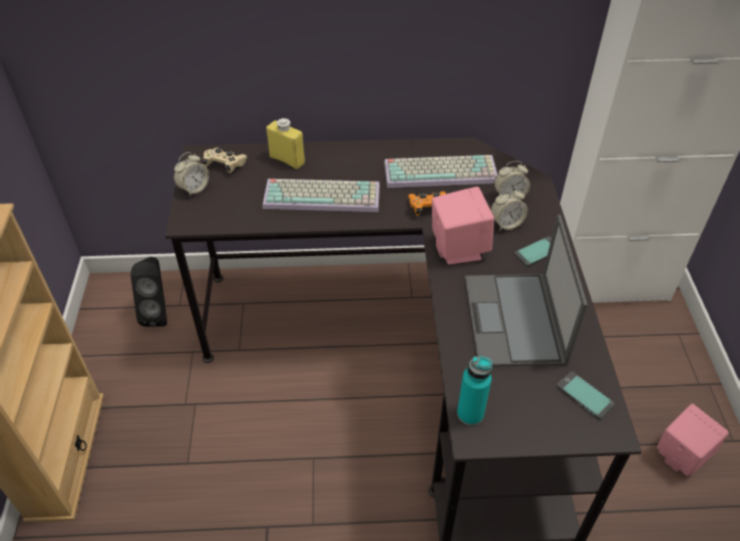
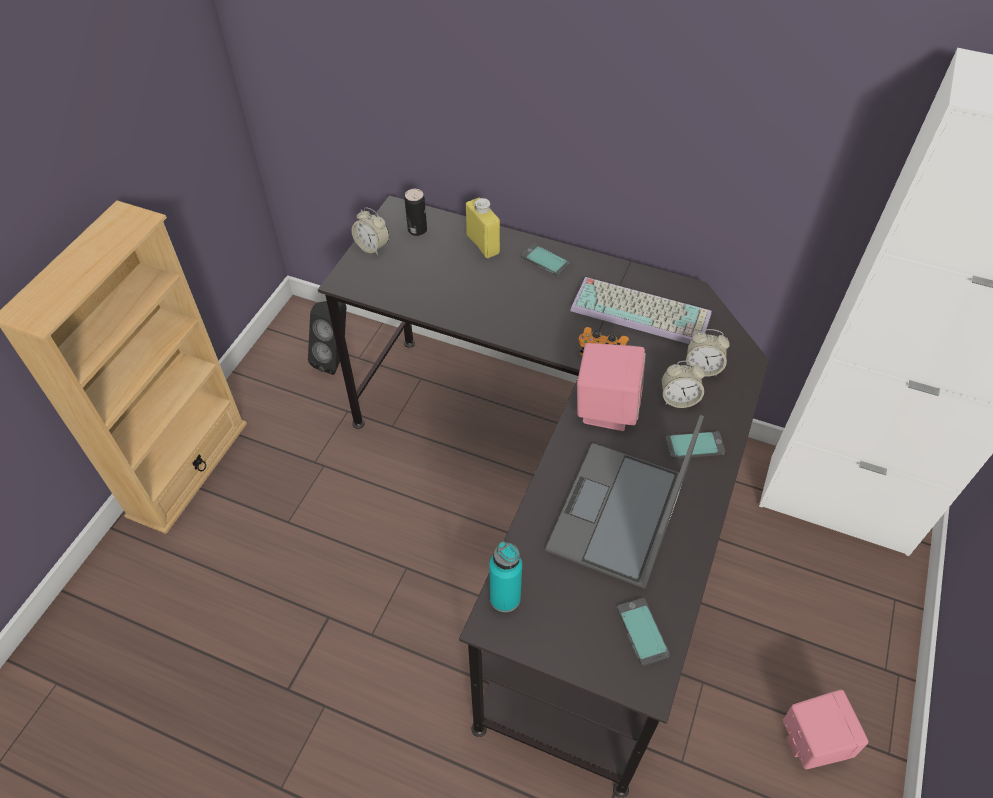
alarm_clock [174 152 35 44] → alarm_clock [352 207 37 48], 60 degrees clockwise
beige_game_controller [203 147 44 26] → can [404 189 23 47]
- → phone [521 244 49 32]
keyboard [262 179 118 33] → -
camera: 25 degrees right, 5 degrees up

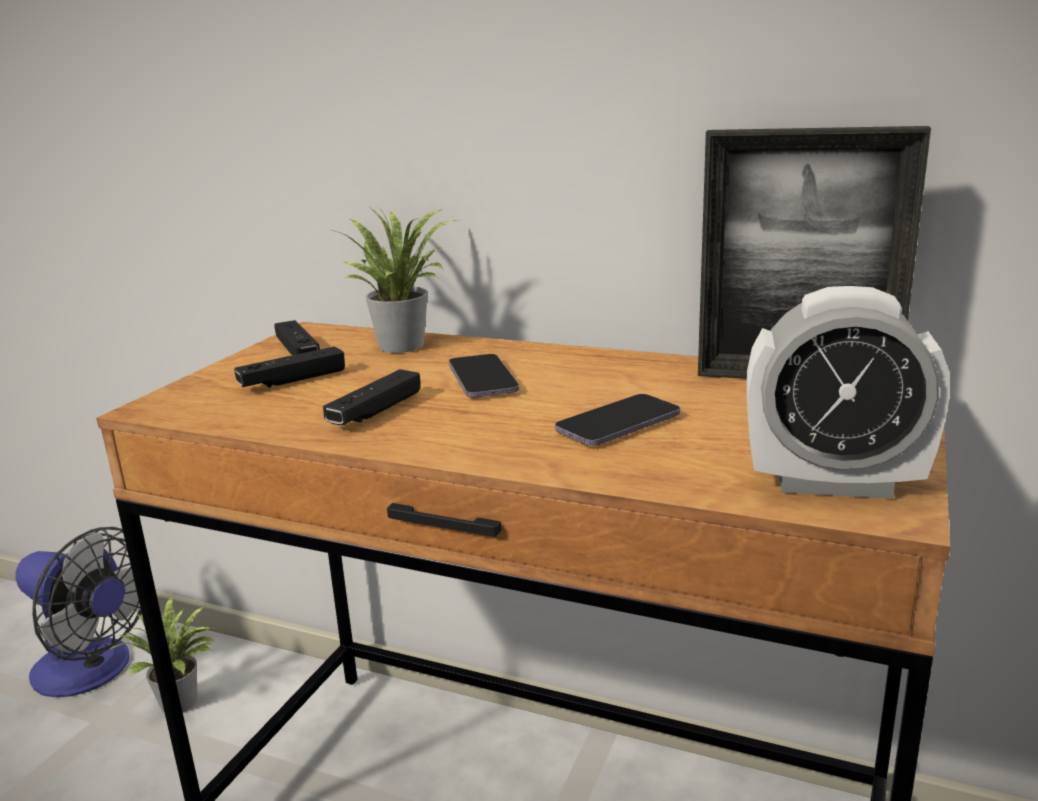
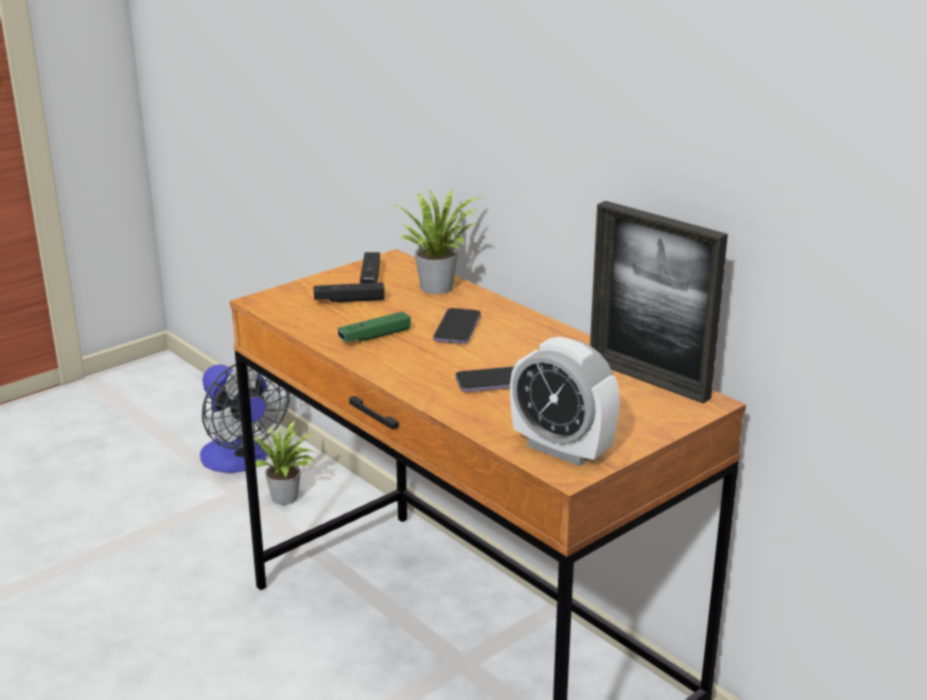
black_game_controller [323 369 98 56] → green_game_controller [338 311 73 31]
camera: 25 degrees right, 5 degrees up

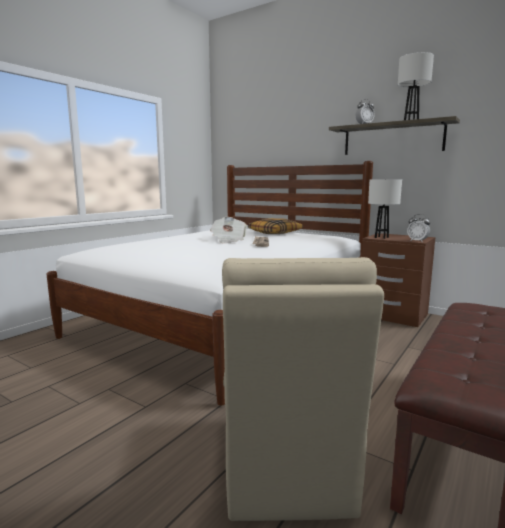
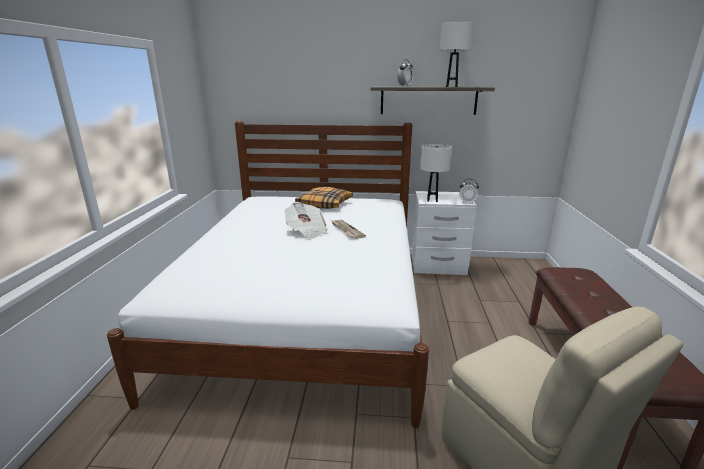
brown_nightstand [361 233 74 94] → white_nightstand [412 191 65 84]
camera: 30 degrees left, 10 degrees up

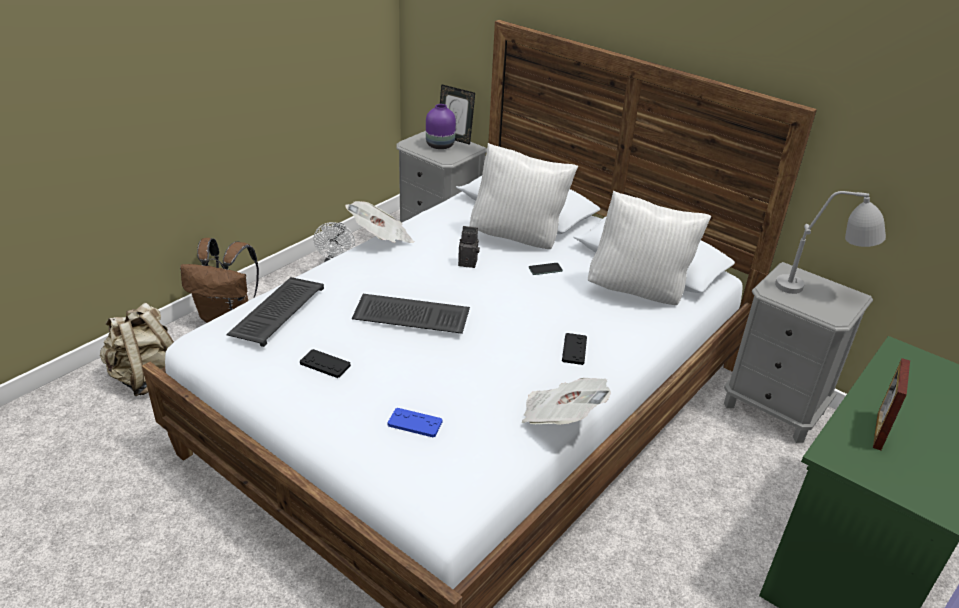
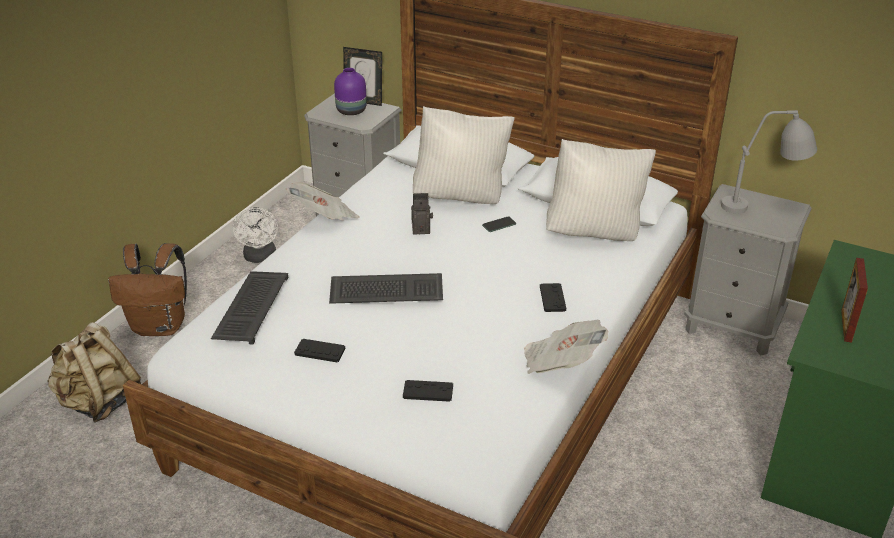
blue_game_controller [387 408 56 30] → black_game_controller [403 380 50 22]
camera: 10 degrees left, 0 degrees up

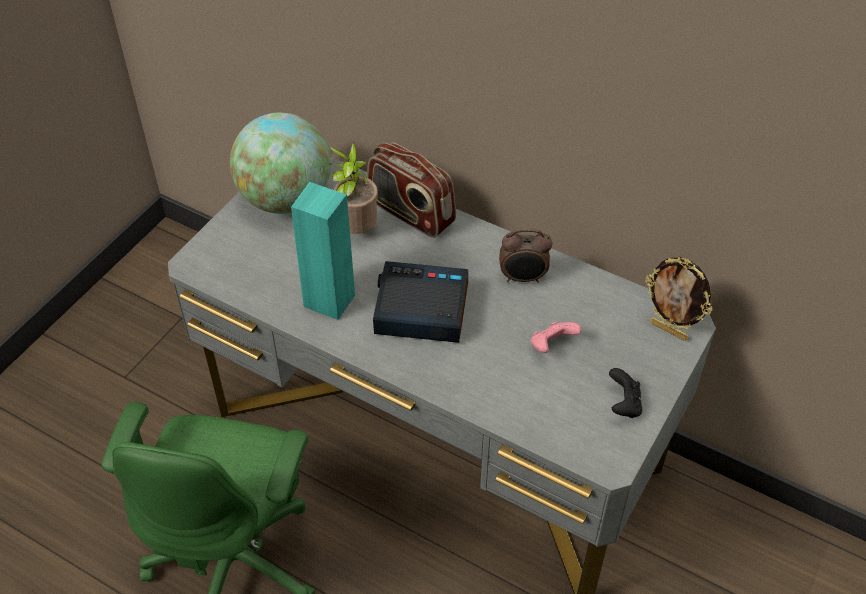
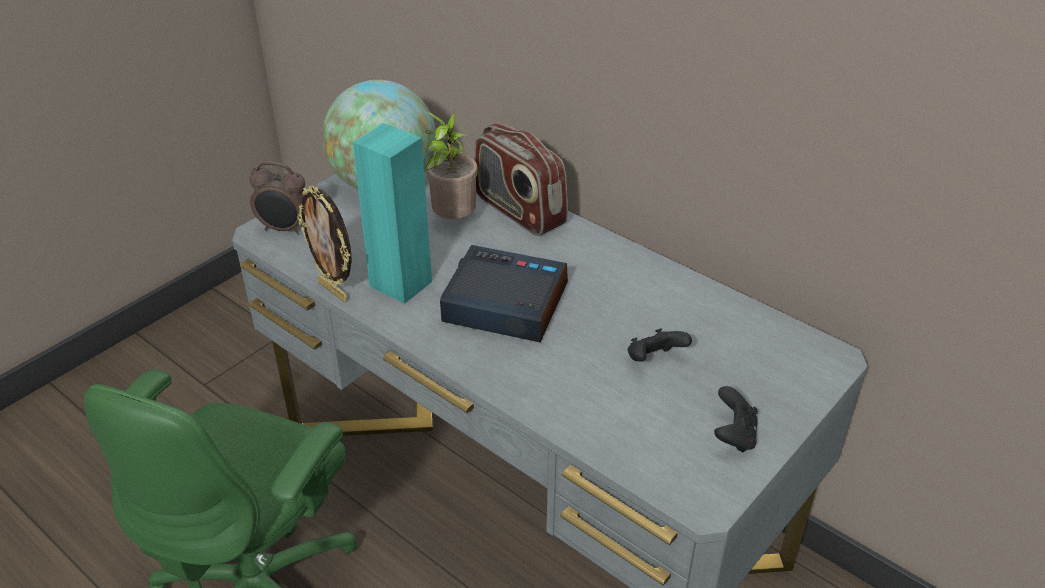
alarm_clock [499 228 53 55] → alarm_clock [249 161 56 74], relocated
picture_frame [645 257 67 84] → picture_frame [297 185 55 117], relocated
pink_game_controller [531 322 51 31] → black_game_controller [628 329 64 33]
camera: 10 degrees right, 10 degrees down

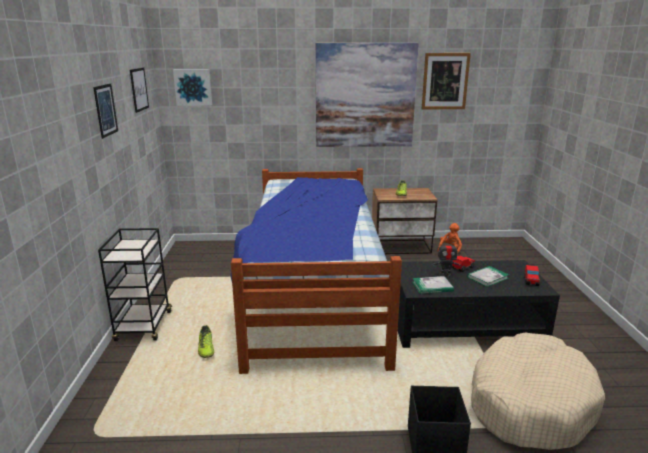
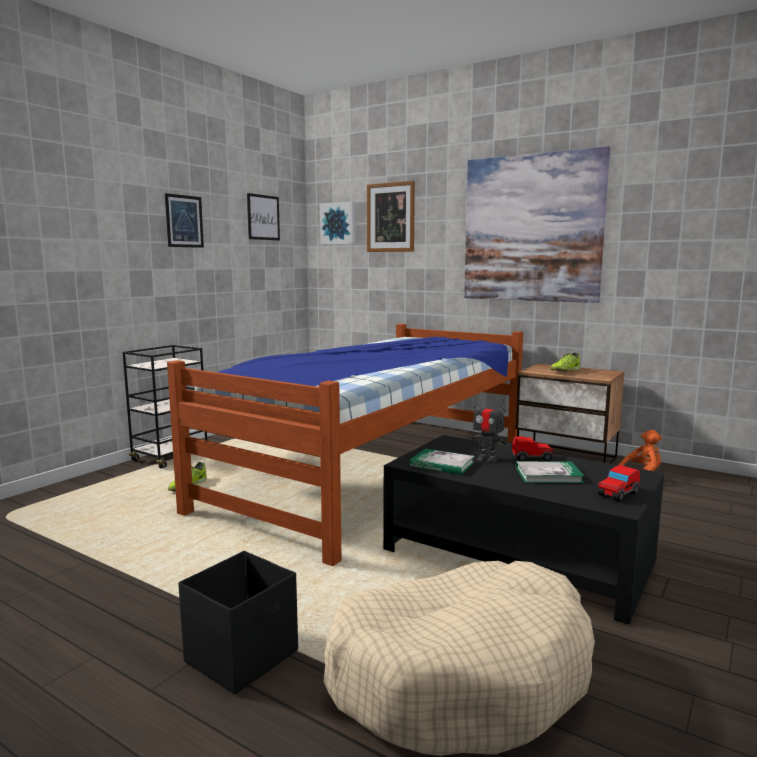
picture [422 53 49 56] → picture [367 181 48 71], relocated
camera: 35 degrees right, 10 degrees down

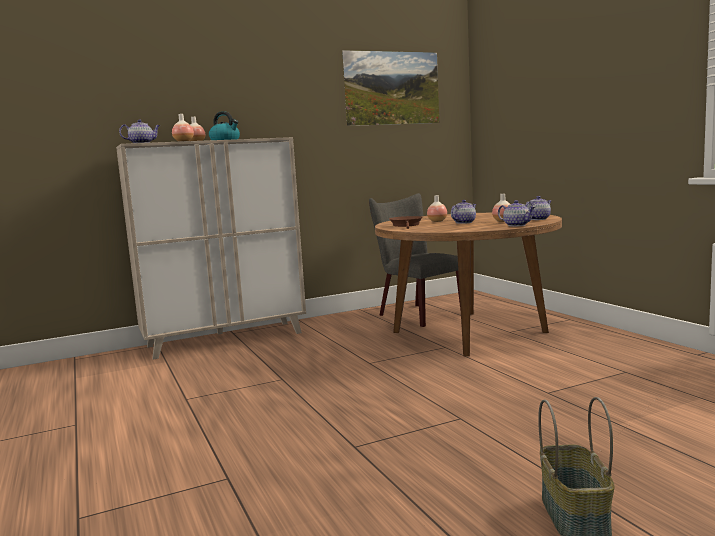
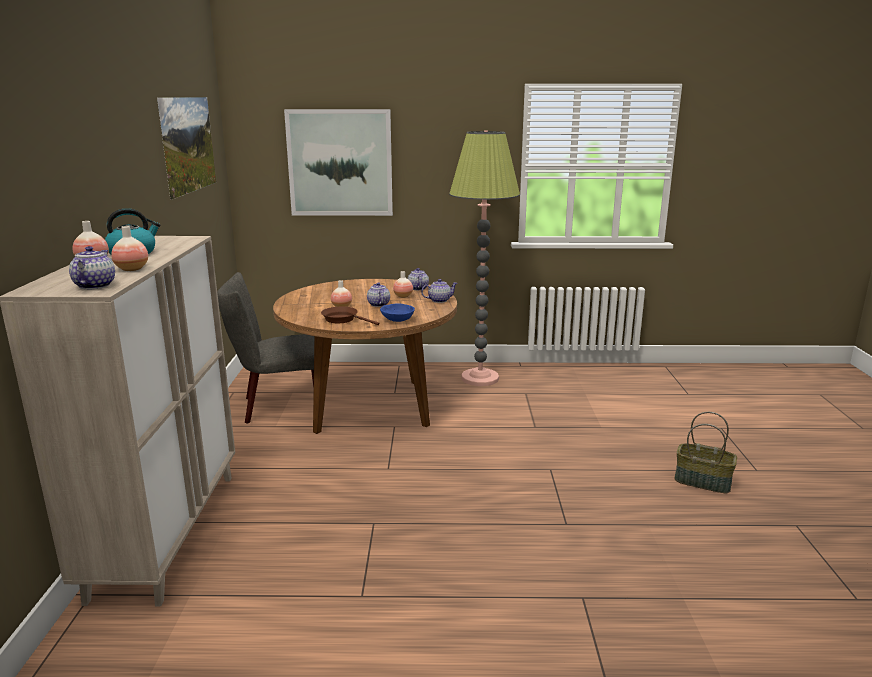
- → picture [284 109 109 107]
- → blue_bowl [380 304 35 18]
- → floor_lamp [449 131 71 255]
camera: 65 degrees left, 10 degrees up

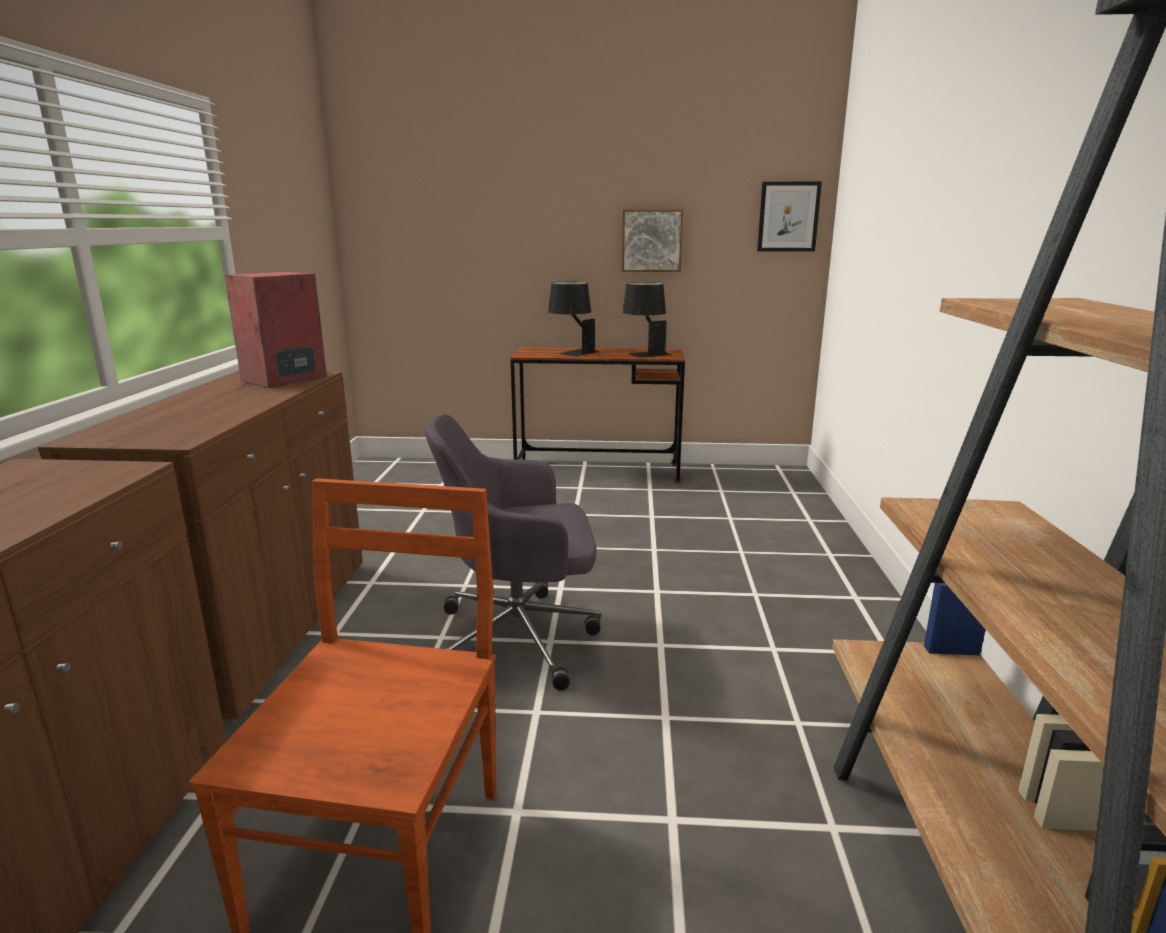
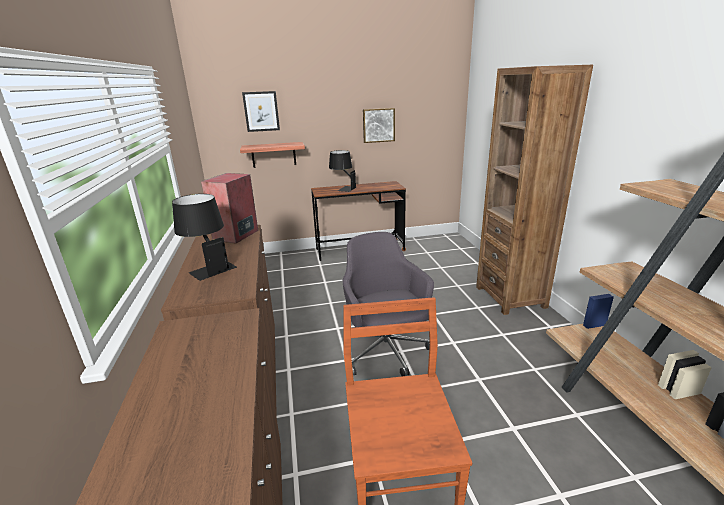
black_table_lamp [622 282 50 76] → black_table_lamp [172 194 65 87], relocated
- → shelf [240 142 65 26]
picture [757 182 65 70] → picture [242 91 38 41], relocated
grey_office_chair [425 414 176 276] → grey_office_chair [343 232 91 144], 90 degrees clockwise
- → brown_bookcase [476 65 117 250]
camera: 15 degrees left, 5 degrees up

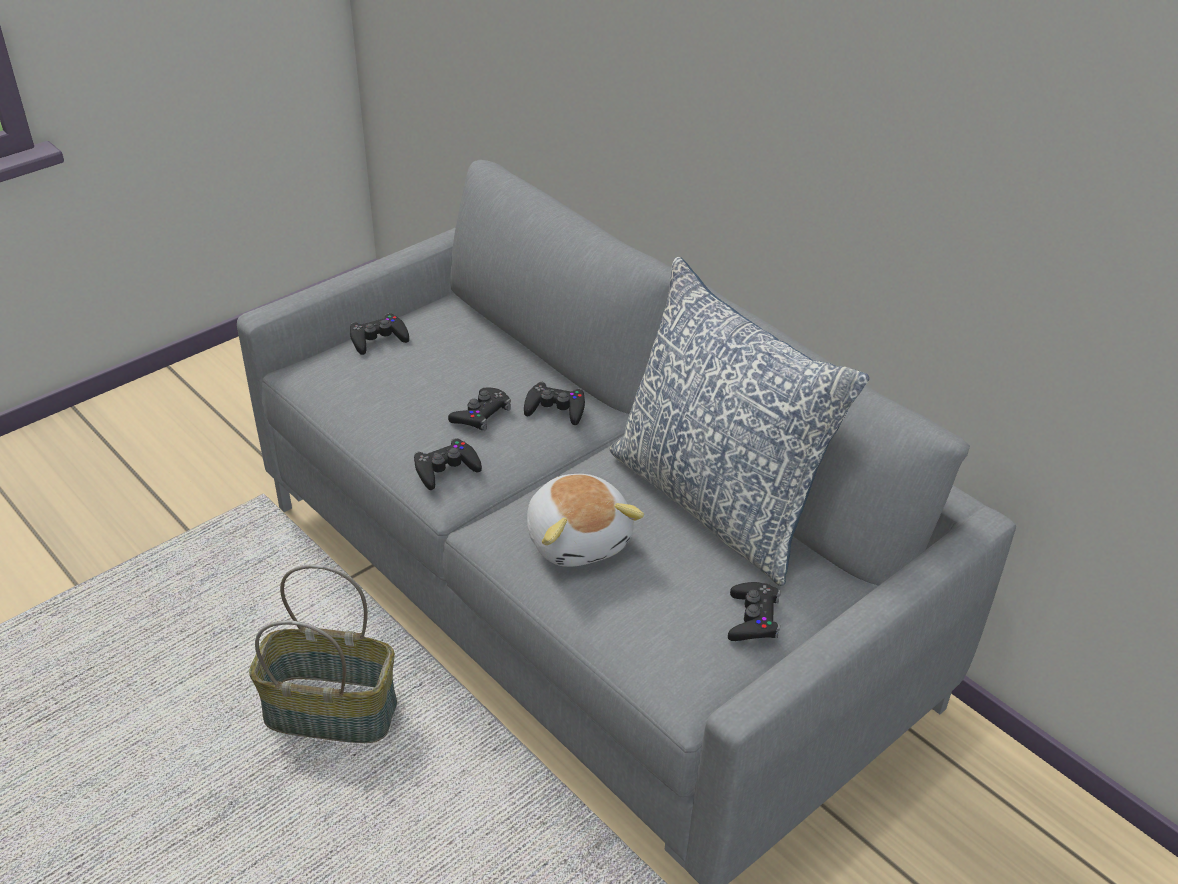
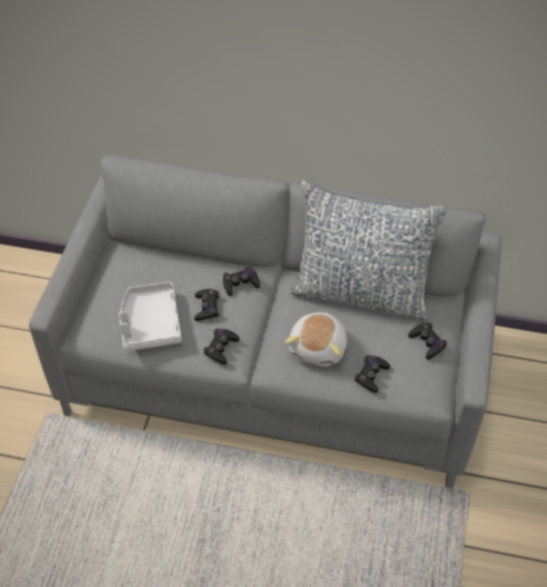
- → grey_tray [119 282 63 69]
plush_toy [527 474 117 93] → plush_toy [285 312 62 55], 75 degrees clockwise
black_game_controller [350 313 59 42] → black_game_controller [354 355 36 38], relocated
basket [249 564 148 179] → -
camera: 35 degrees left, 10 degrees up

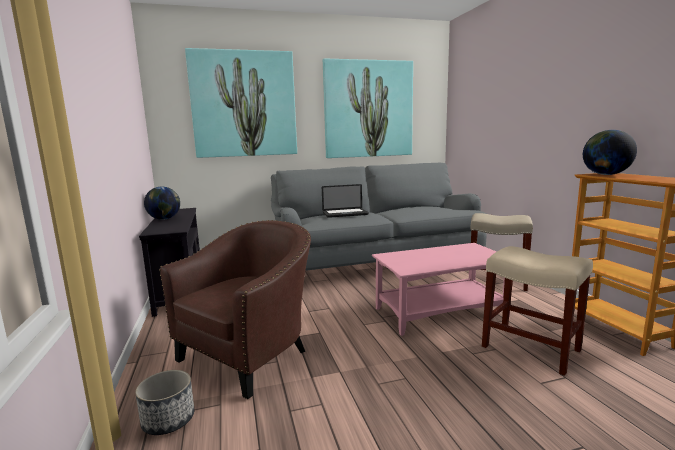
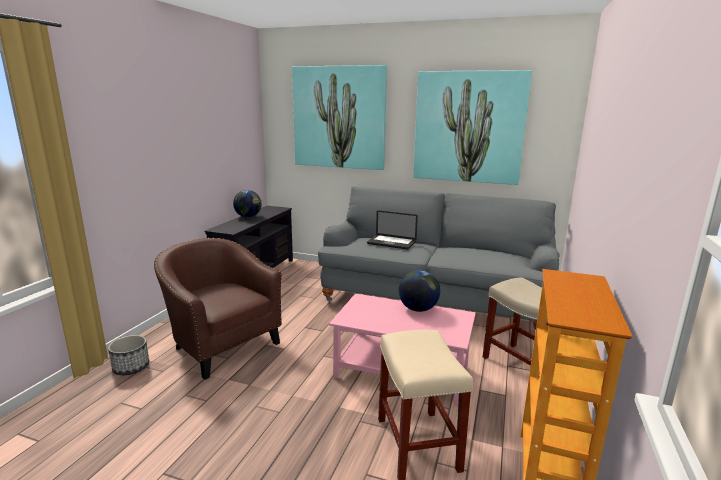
brown_armchair [159 220 152 179] → brown_armchair [154 238 128 142], 120 degrees counterclockwise
globe [583 130 54 45] → globe [399 270 41 42], relocated
camera: 35 degrees right, 5 degrees up

